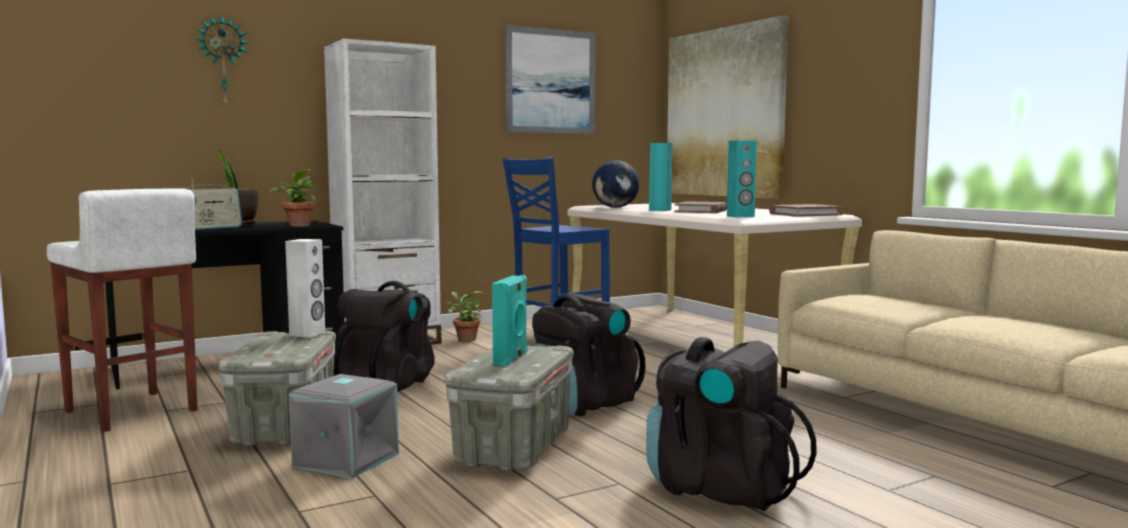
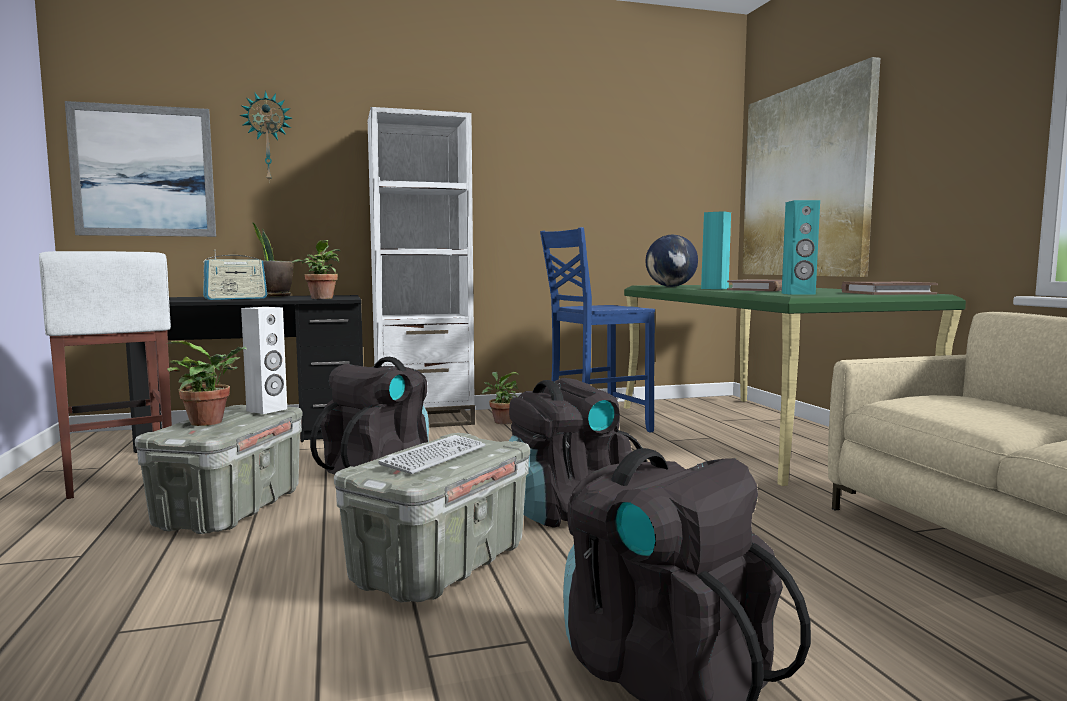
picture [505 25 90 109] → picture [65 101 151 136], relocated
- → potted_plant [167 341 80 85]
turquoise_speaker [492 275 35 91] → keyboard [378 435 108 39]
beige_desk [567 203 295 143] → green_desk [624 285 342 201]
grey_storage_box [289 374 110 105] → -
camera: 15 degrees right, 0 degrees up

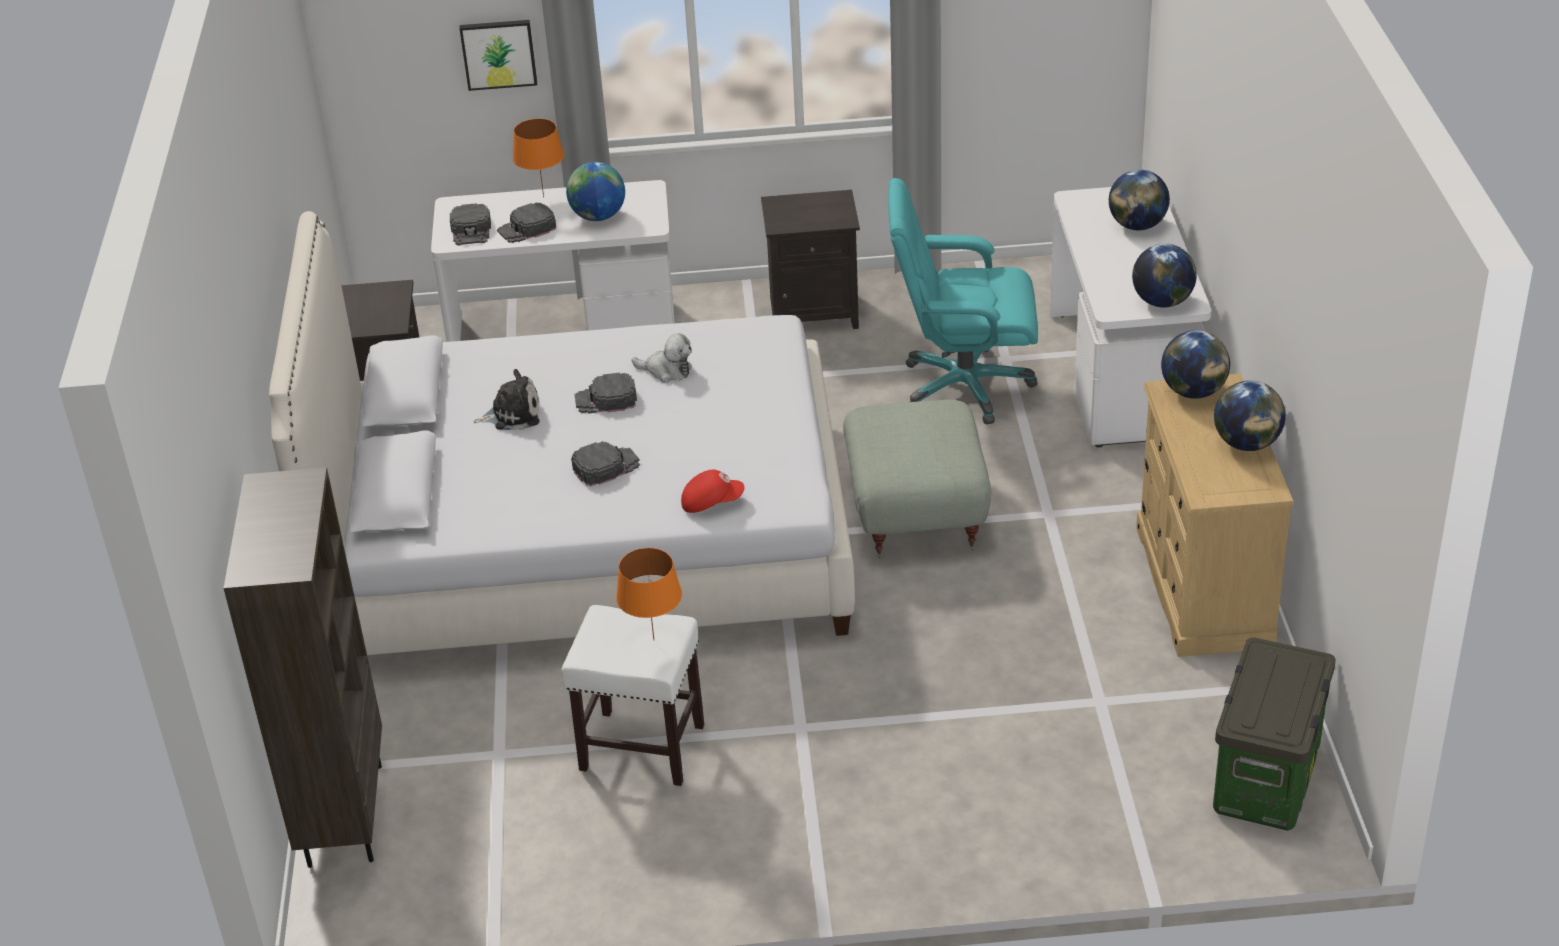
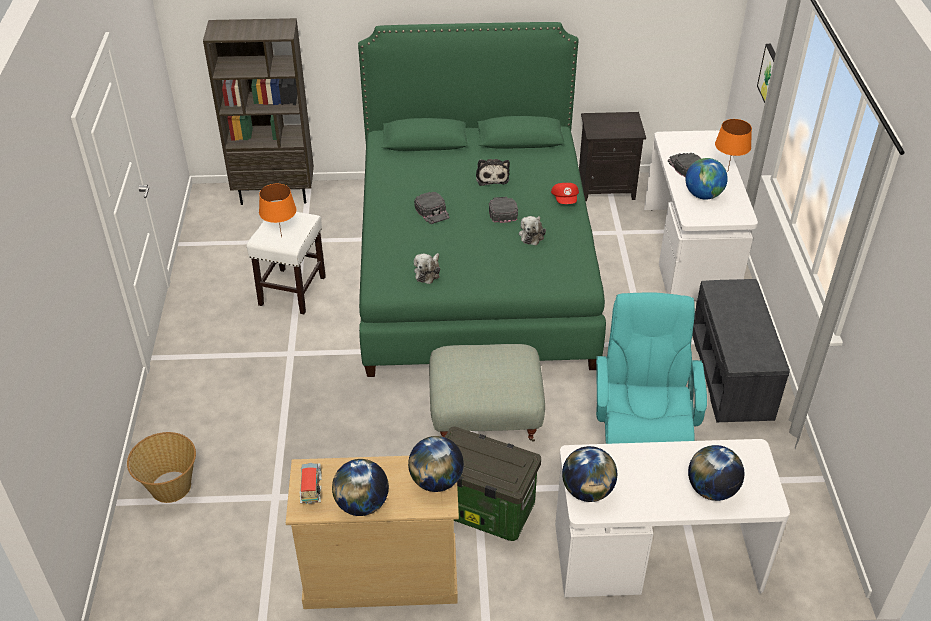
- → basket [127 432 69 71]
- → toy_truck [299 463 23 41]
white_bed [269 211 586 444] → green_bed [358 22 248 355]
- → plush_toy [414 253 26 31]
storage_box [1213 637 123 194] → storage_box [445 426 96 115], relocated
red_cap [681 470 63 43] → red_cap [551 183 28 21], relocated
black_nightstand [761 190 99 139] → grey_bench [692 279 98 143]
black_cap [450 203 41 43] → -
camera: 90 degrees right, 5 degrees up

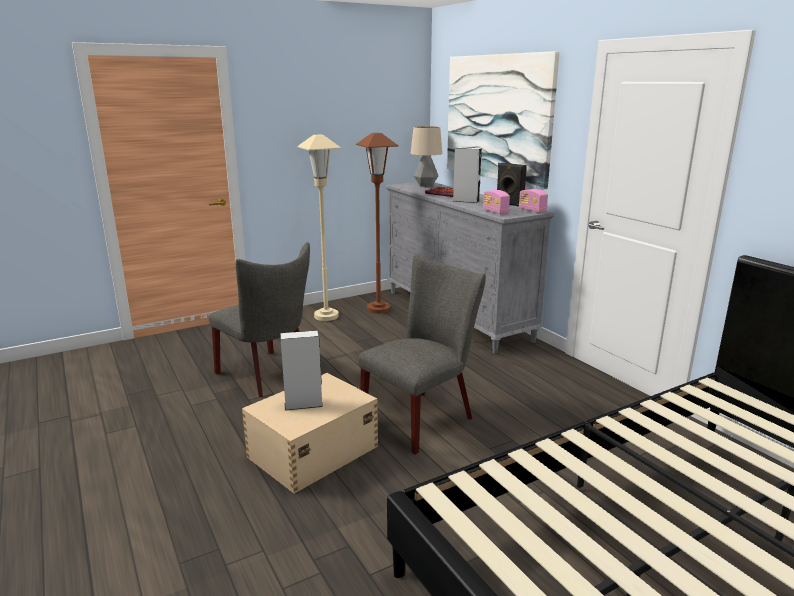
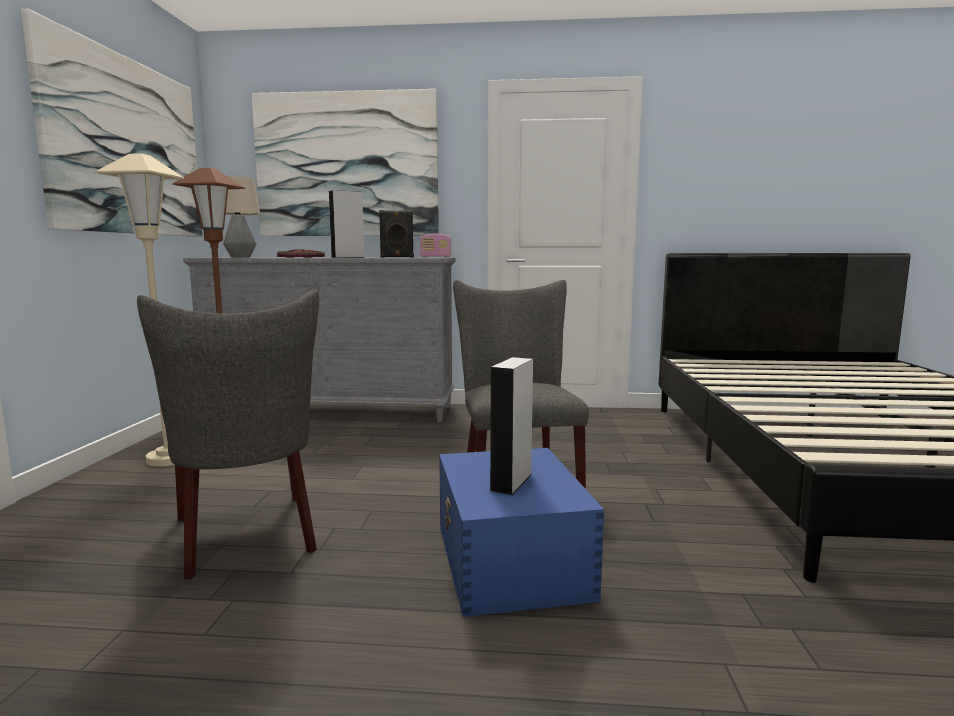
- → picture [21 9 181 228]
grey_chair [208 242 102 155] → grey_chair [137 290 182 290], 75 degrees clockwise
beige_storage_box [242 373 136 121] → blue_storage_box [439 448 165 169]
radio [483 190 27 24] → -
camera: 55 degrees left, 10 degrees down

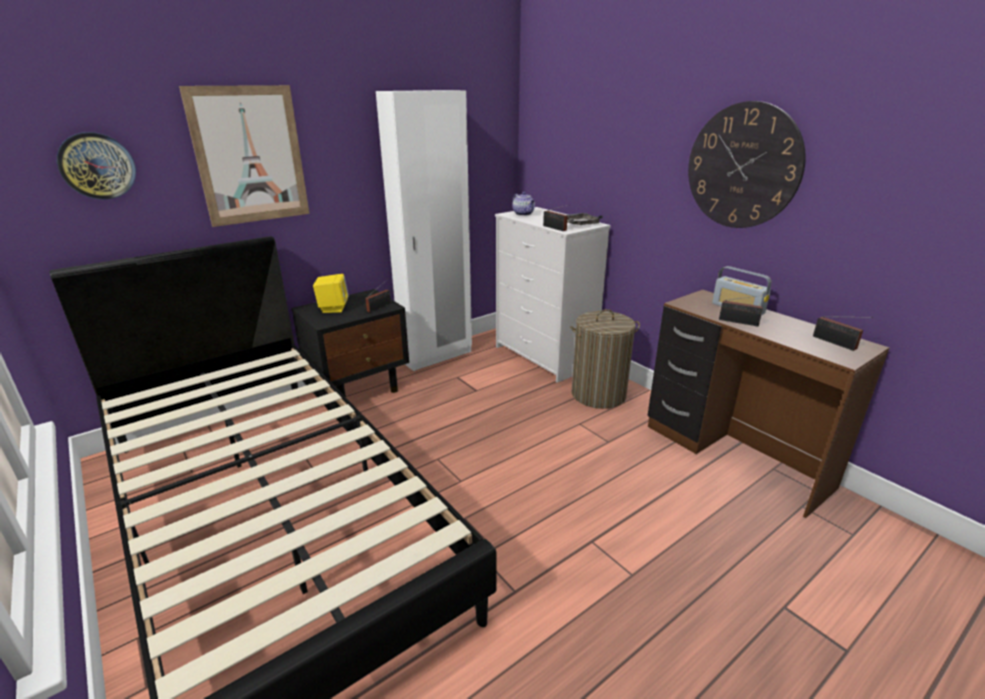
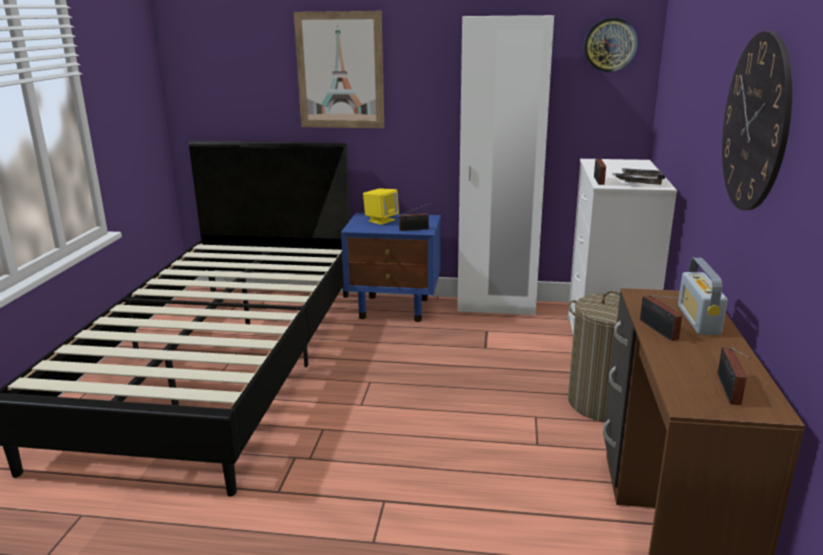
black_nightstand [291 289 118 108] → blue_nightstand [341 213 100 109]
wall_clock [57 132 79 68] → wall_clock [584 17 54 56], relocated
teapot [512 192 23 24] → -
camera: 45 degrees right, 5 degrees down

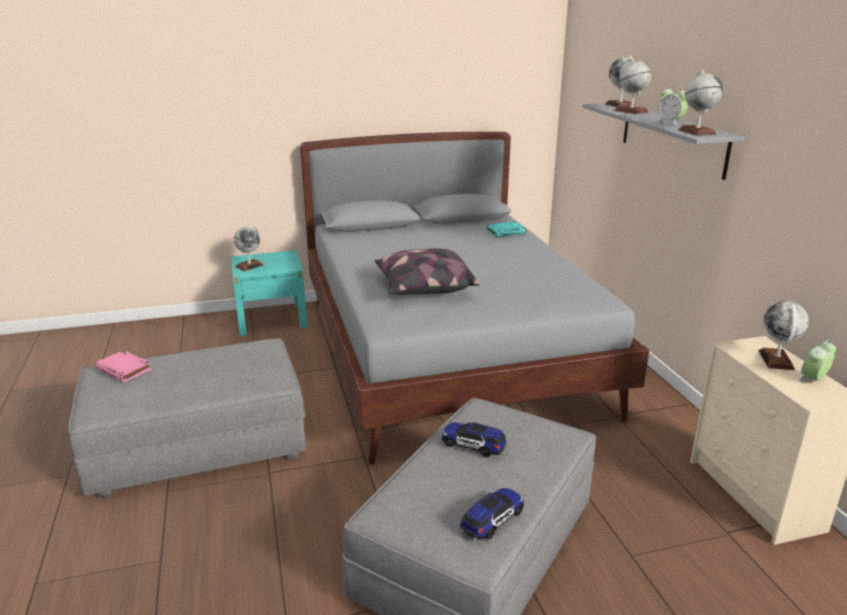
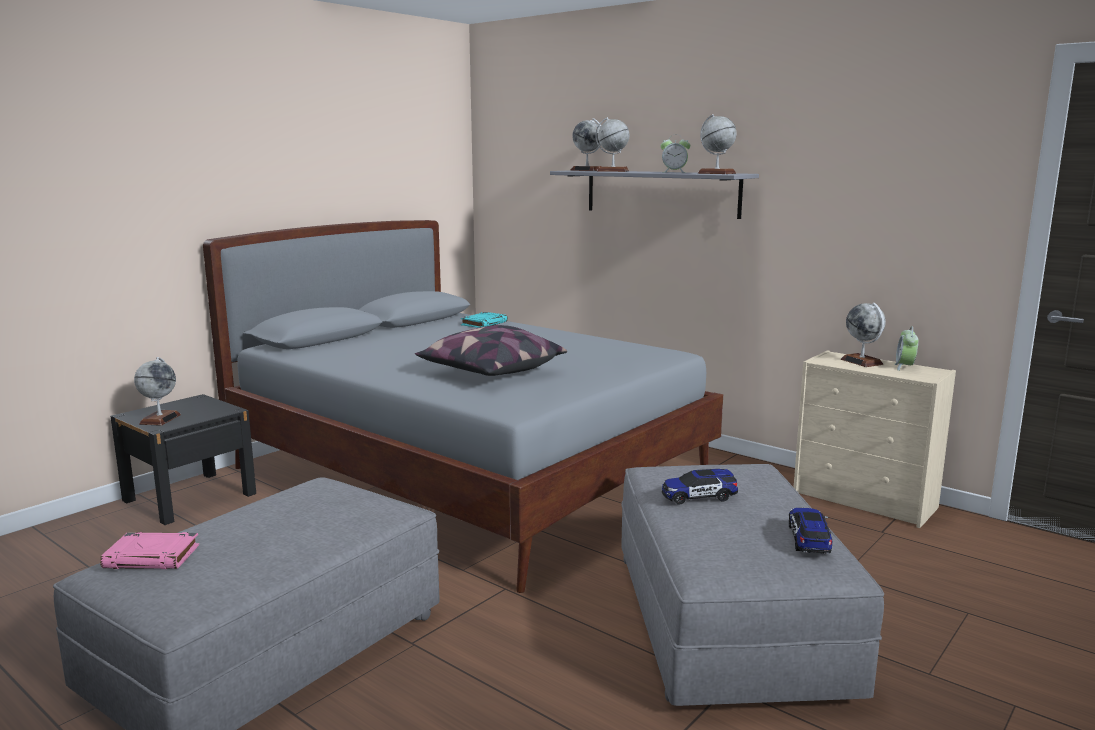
turquoise_nightstand [231 250 76 86] → black_nightstand [111 394 145 131]
camera: 35 degrees left, 10 degrees down

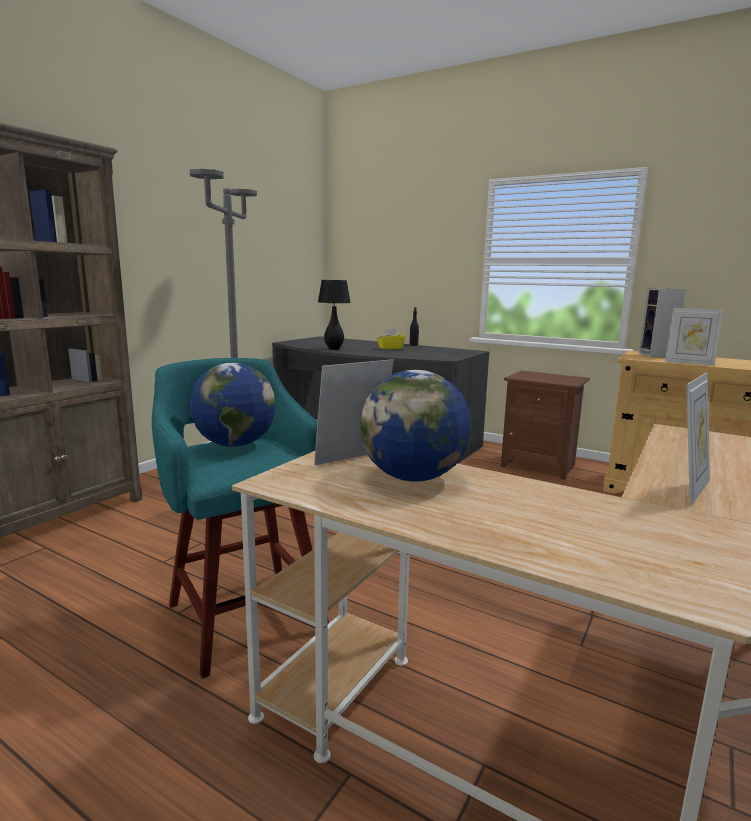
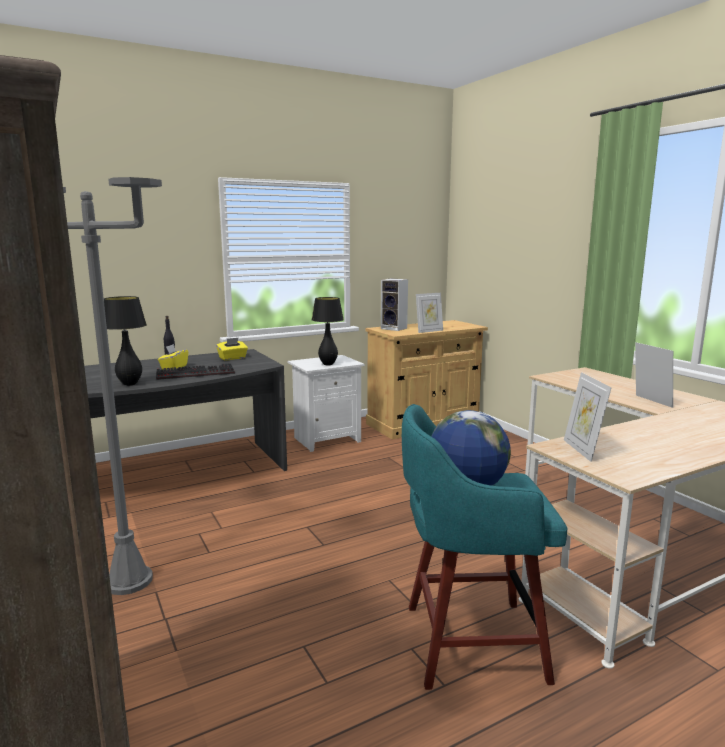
- → keyboard [156 363 79 17]
- → yellow_tissue_box [216 338 32 22]
brown_nightstand [501 371 89 109] → white_nightstand [287 355 78 97]
- → black_table_lamp [312 297 32 68]
globe [360 370 111 112] → -
camera: 60 degrees left, 0 degrees up

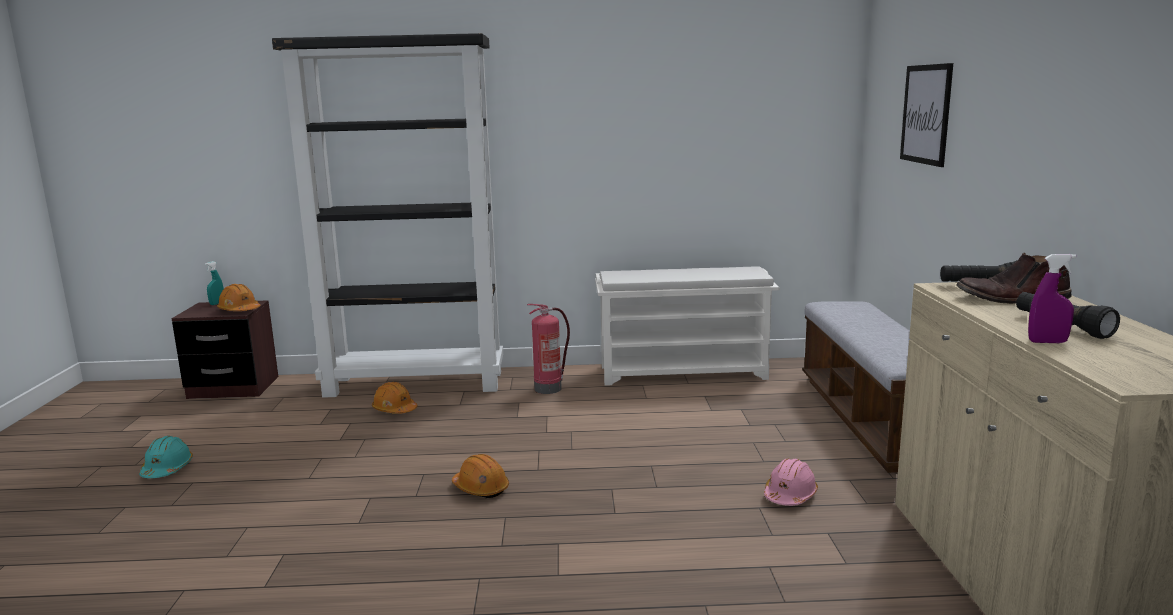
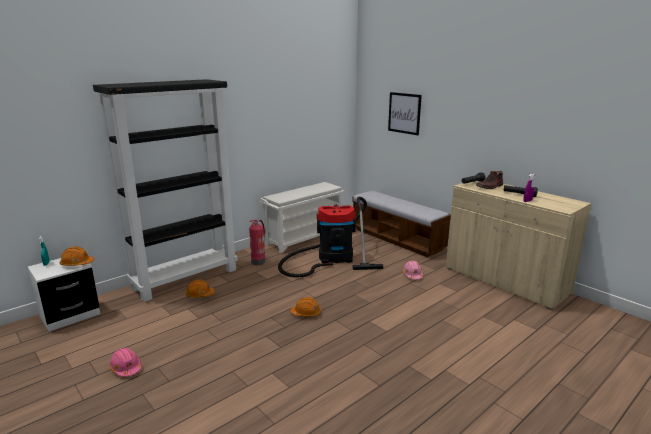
brown_nightstand [171 300 107 99] → white_nightstand [28 258 72 74]
turquoise_hard_hat [139 436 54 42] → pink_hard_hat [109 348 33 29]
- → vacuum_cleaner [278 197 105 81]
camera: 40 degrees left, 5 degrees up

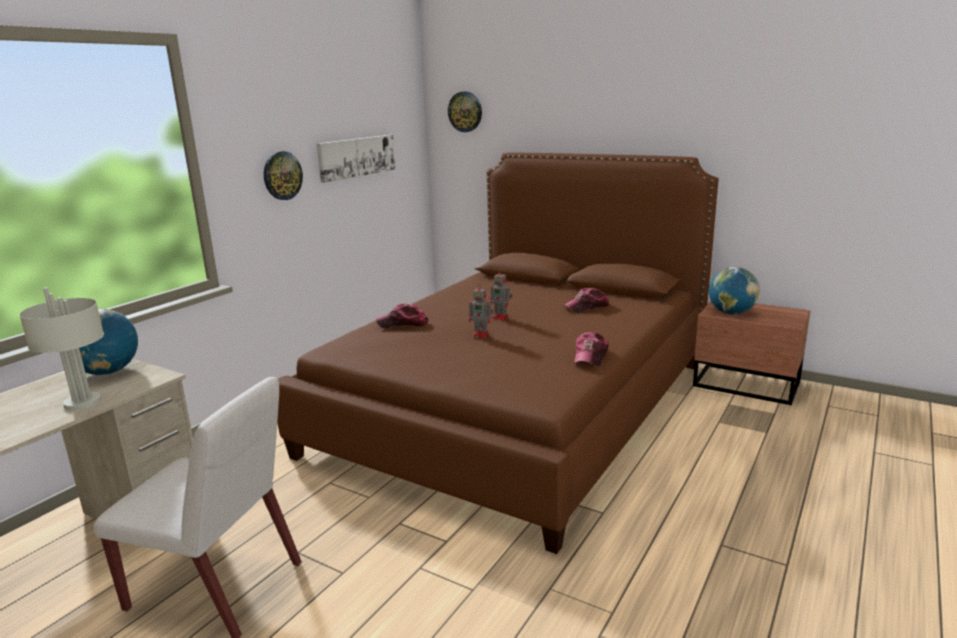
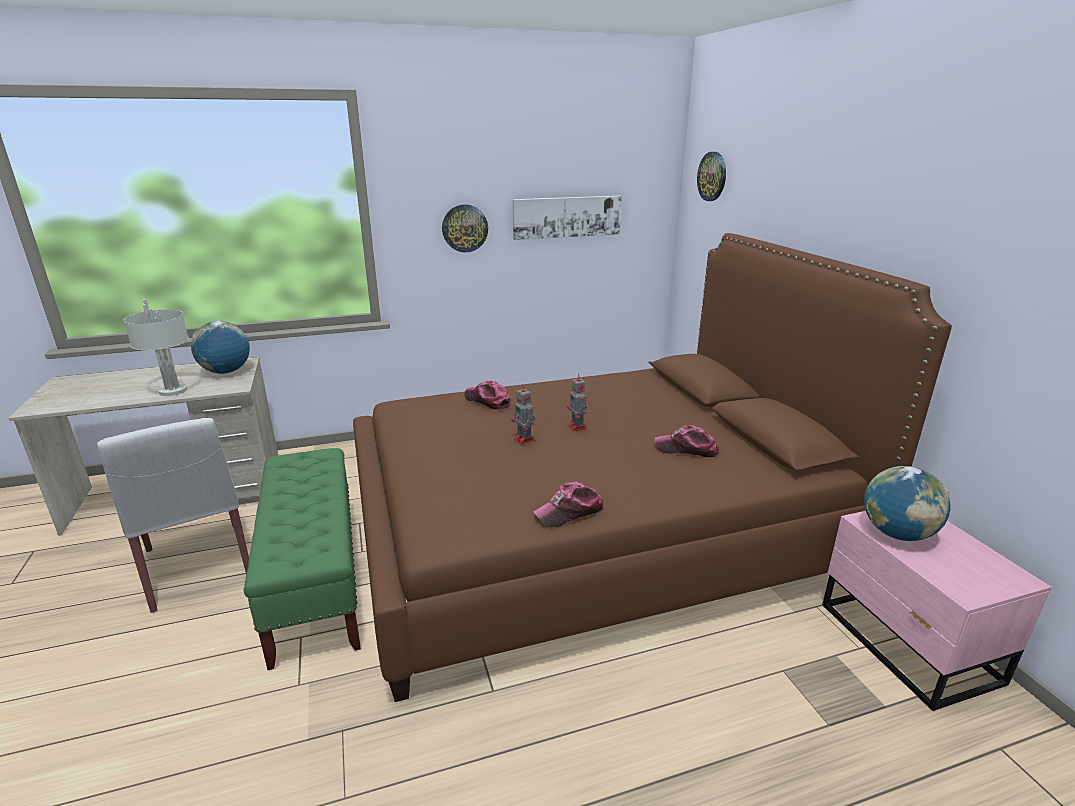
- → green_bench [244 448 117 222]
brown_nightstand [693 301 117 104] → pink_nightstand [822 511 230 200]
camera: 40 degrees right, 5 degrees up

